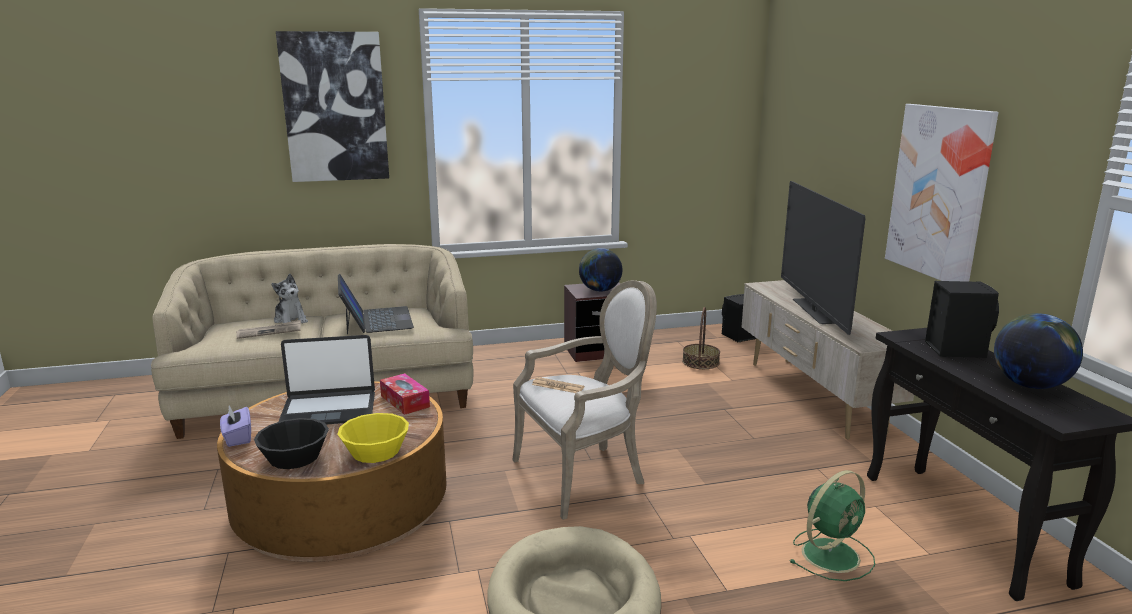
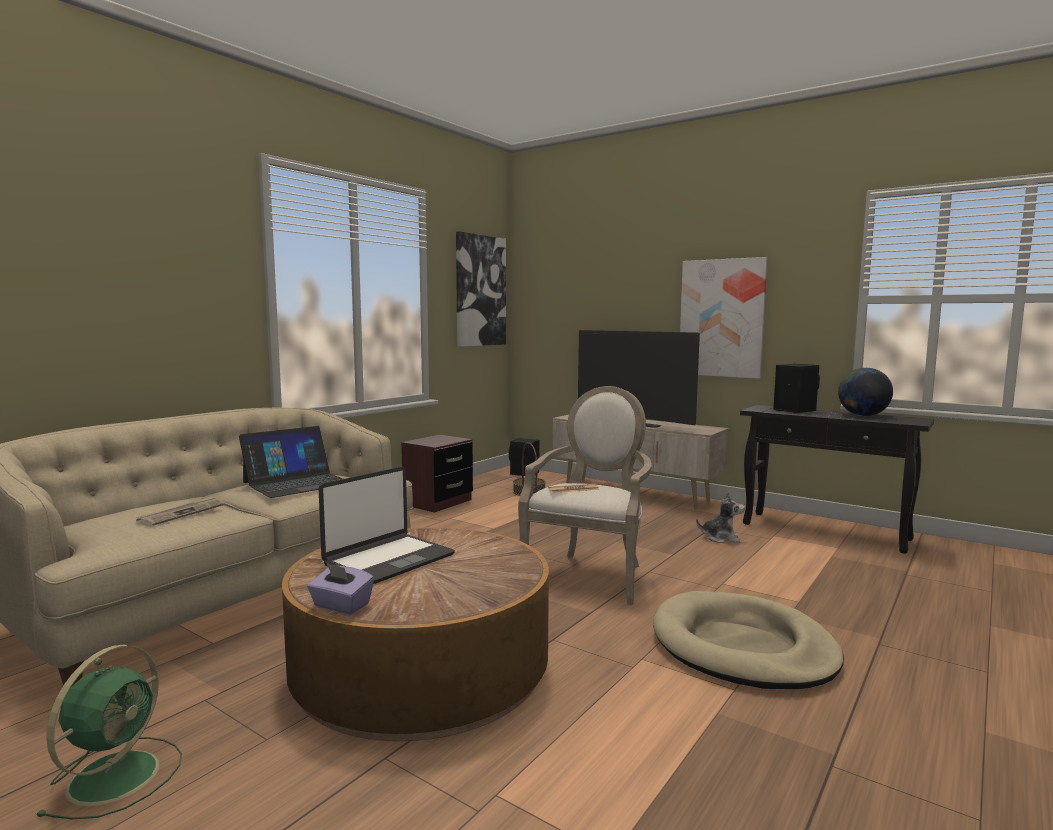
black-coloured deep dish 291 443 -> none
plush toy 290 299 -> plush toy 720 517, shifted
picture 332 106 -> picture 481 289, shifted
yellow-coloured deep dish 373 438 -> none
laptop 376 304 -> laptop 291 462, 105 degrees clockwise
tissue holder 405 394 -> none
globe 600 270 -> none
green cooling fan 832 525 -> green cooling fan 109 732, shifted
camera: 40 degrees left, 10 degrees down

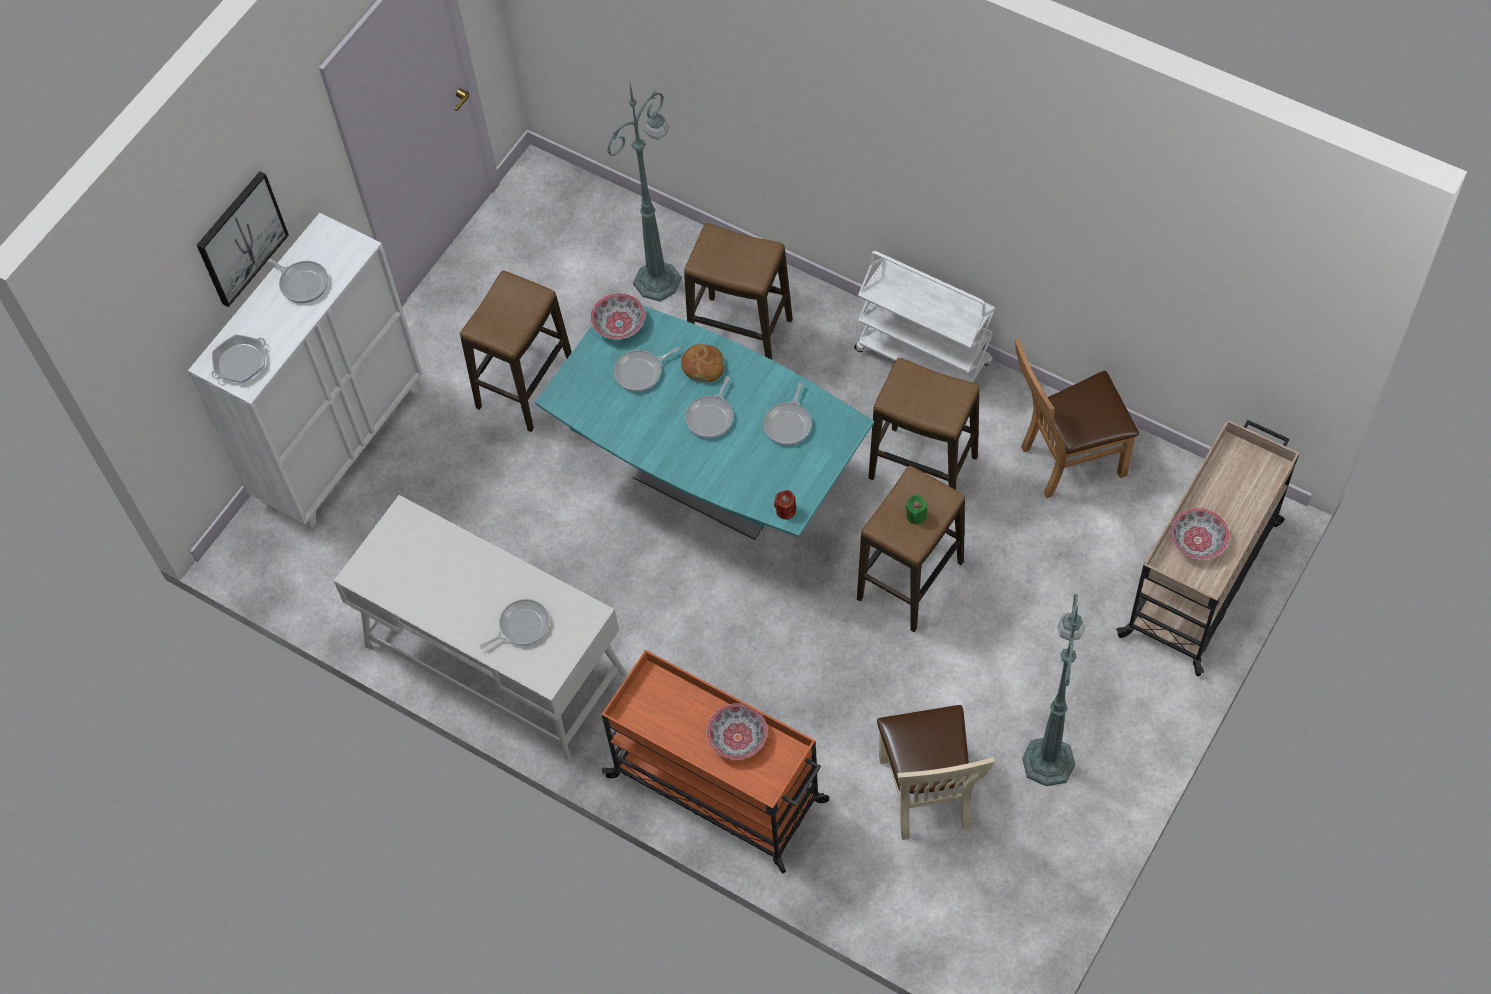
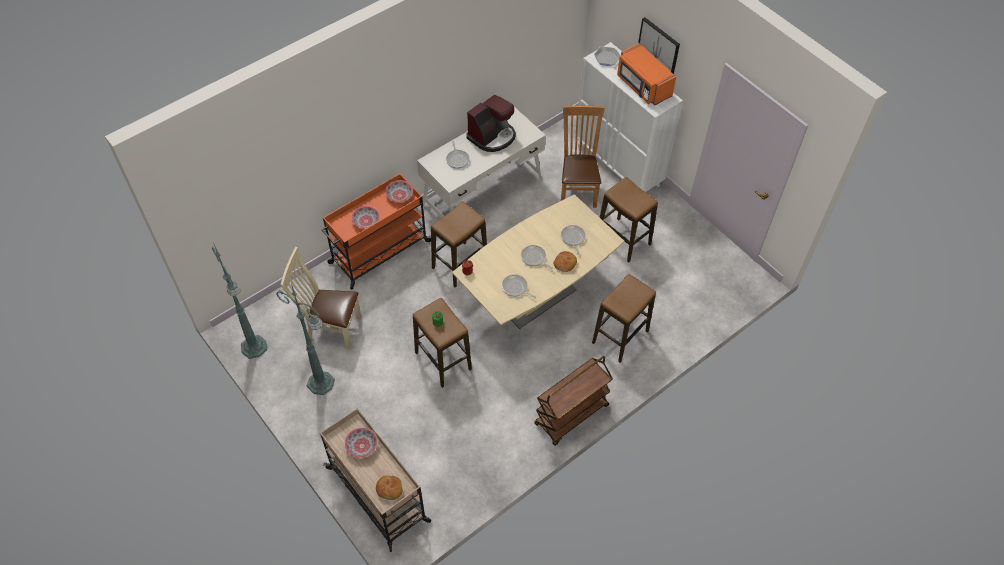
pan 298 280 -> orangey microwave oven 646 74
blue-green dining table 704 423 -> sand-coloured dining table 538 261
deep dish 617 316 -> deep dish 399 191, shifted
green standard lamp 644 193 -> green standard lamp 239 300, shifted
whitish trolley 925 317 -> brown trolley 573 401
sitting stool 923 424 -> sitting stool 459 244, shifted
brown chair 1077 418 -> brown chair 583 157, shifted
none -> baked bread 389 487
none -> coffee machine 491 123
camera: 105 degrees right, 5 degrees down

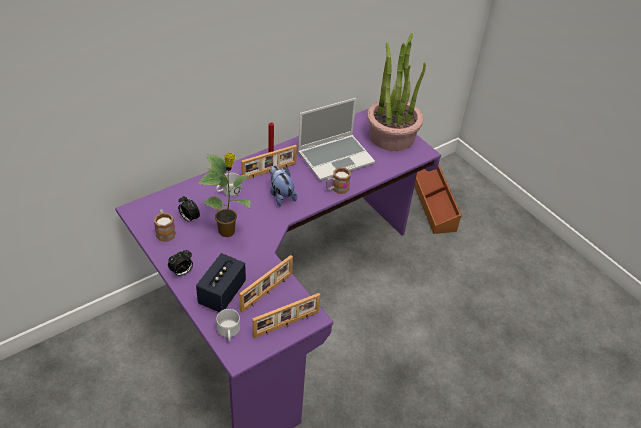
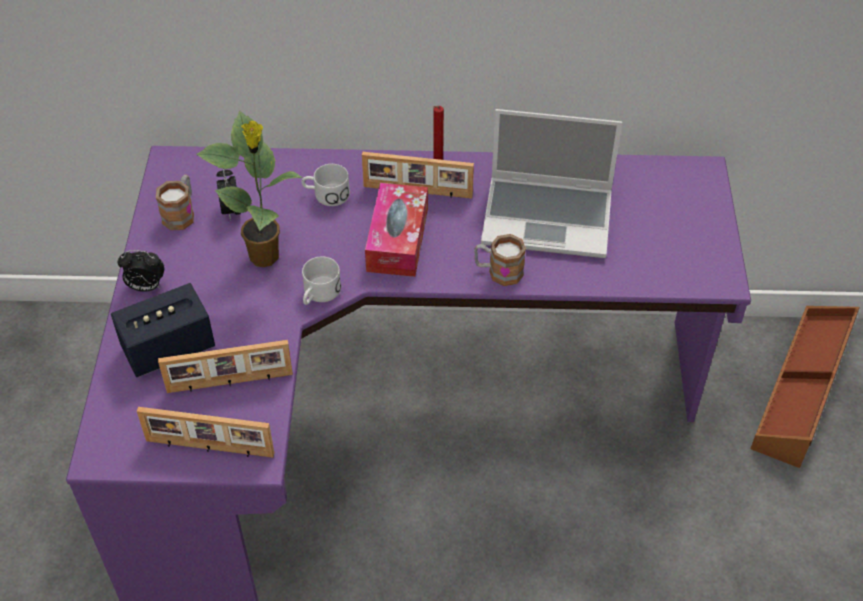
whitish tea mug 228 325 -> whitish tea mug 321 280, shifted
plush toy 283 186 -> tissue holder 396 230
houseplant 396 92 -> none
camera: 40 degrees right, 5 degrees up

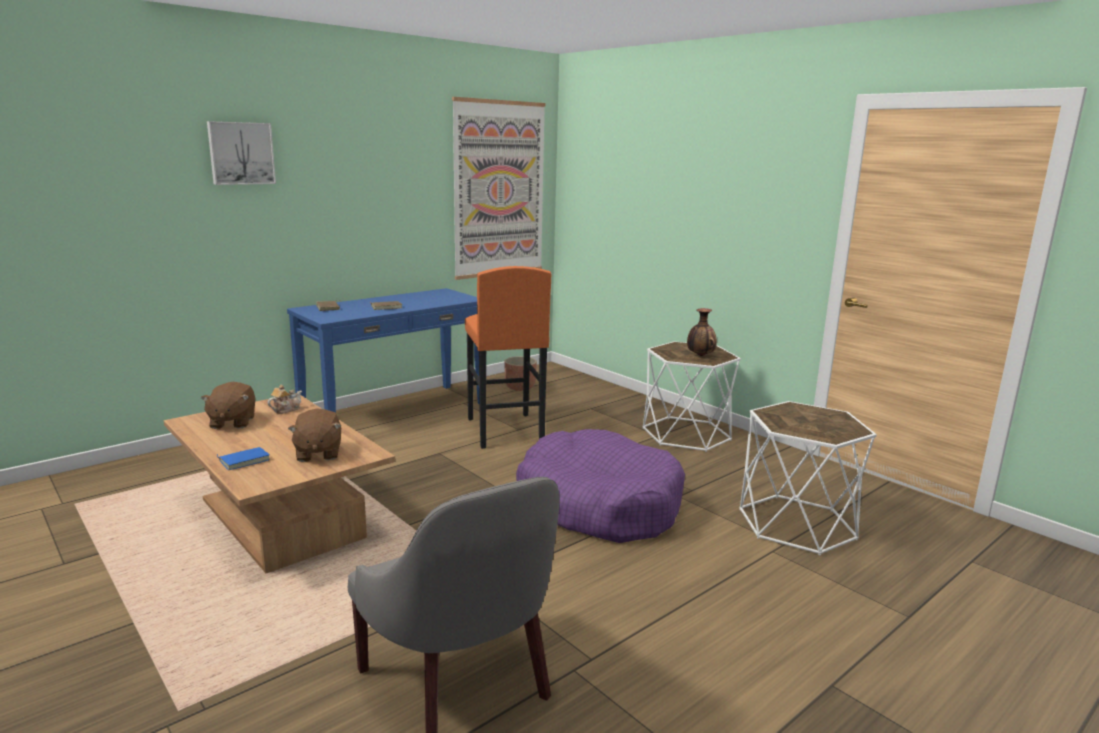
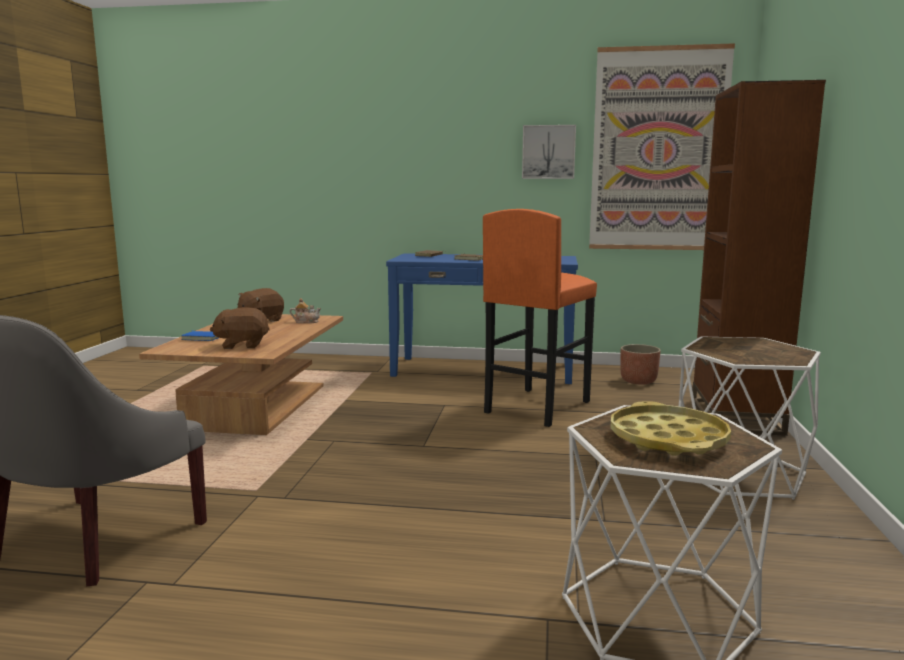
picture 241 153 -> picture 549 152, shifted
brown plush toy 315 435 -> brown plush toy 240 328, 45 degrees clockwise
purple pet bed 600 486 -> none
flower vase 702 332 -> none
none -> yellow-coloured carrying tray 670 428
none -> brown bookshelf 759 258
camera: 50 degrees right, 5 degrees down

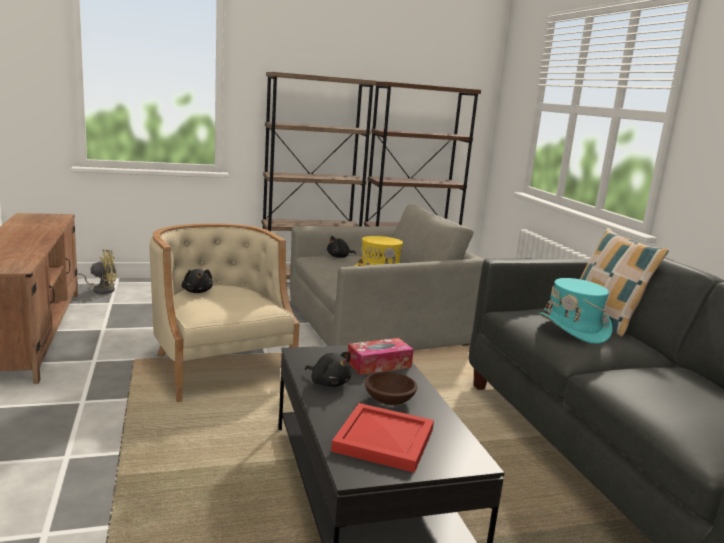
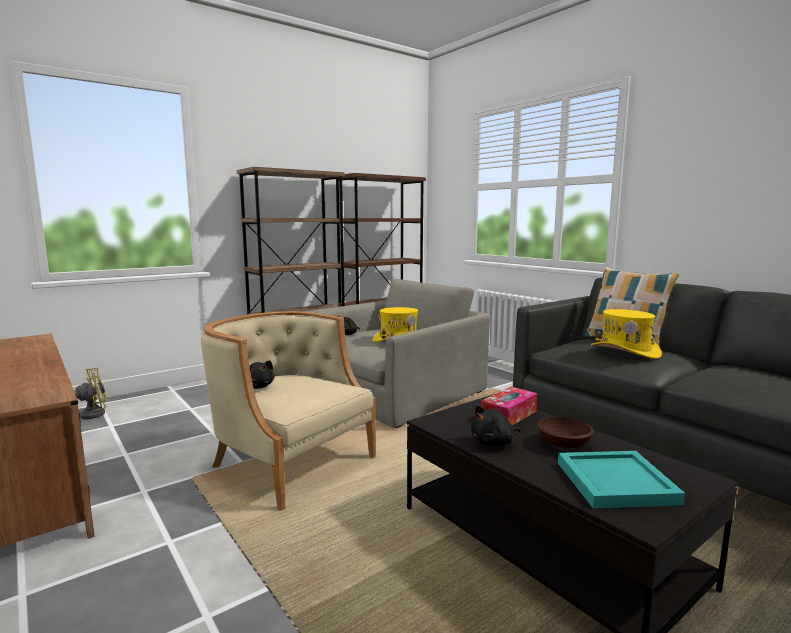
black-coloured plush toy 328 369 -> black-coloured plush toy 496 425, 135 degrees clockwise
red carrying tray 382 438 -> blue-green carrying tray 621 480
blue-green hat 576 311 -> yellow-coloured hat 626 334
camera: 20 degrees left, 5 degrees down

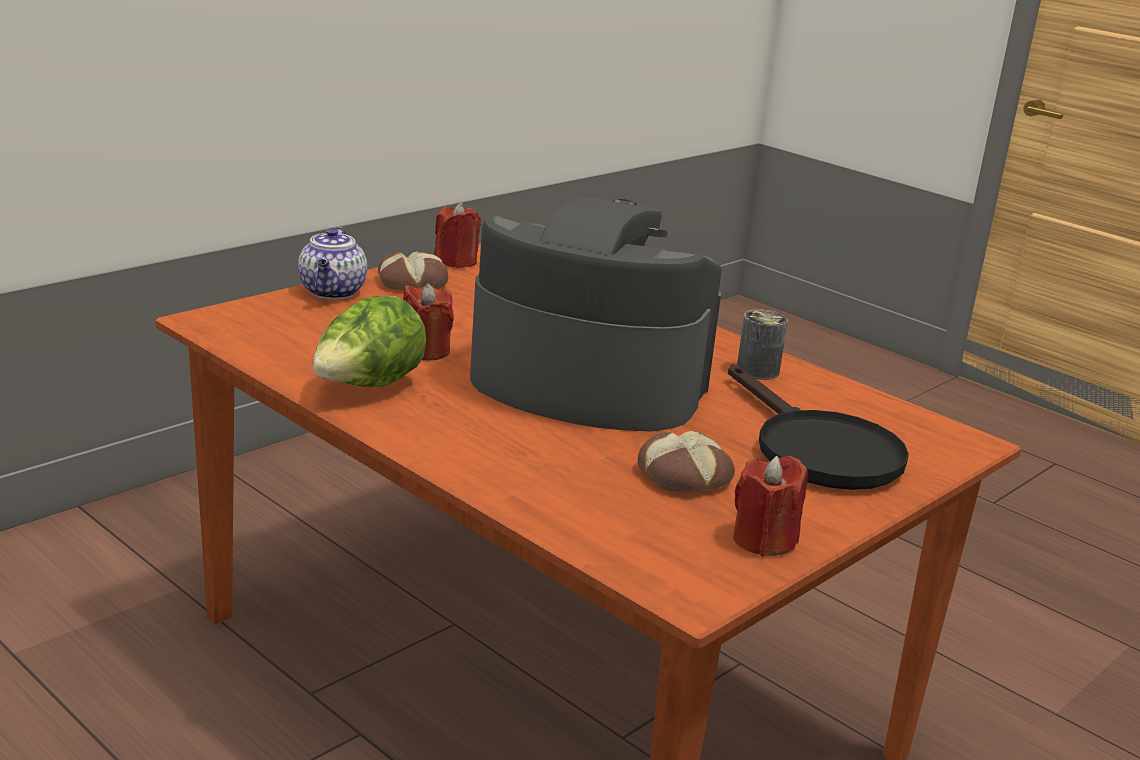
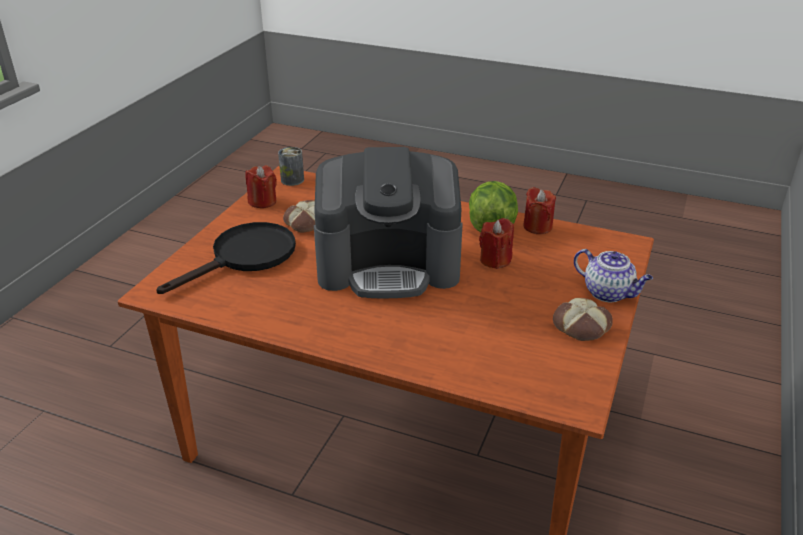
teapot 333 263 -> teapot 613 275, 150 degrees clockwise
red candle 457 235 -> red candle 539 210, shifted
black-coloured pan 818 427 -> black-coloured pan 226 258, 90 degrees clockwise
can 762 344 -> can 291 166, shifted
camera: 160 degrees right, 10 degrees up

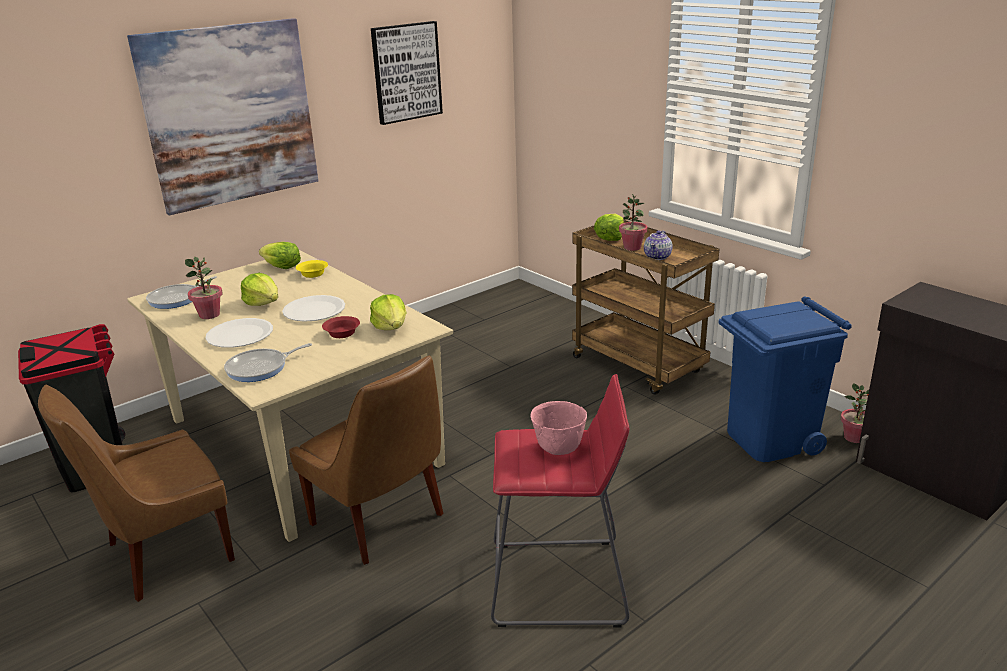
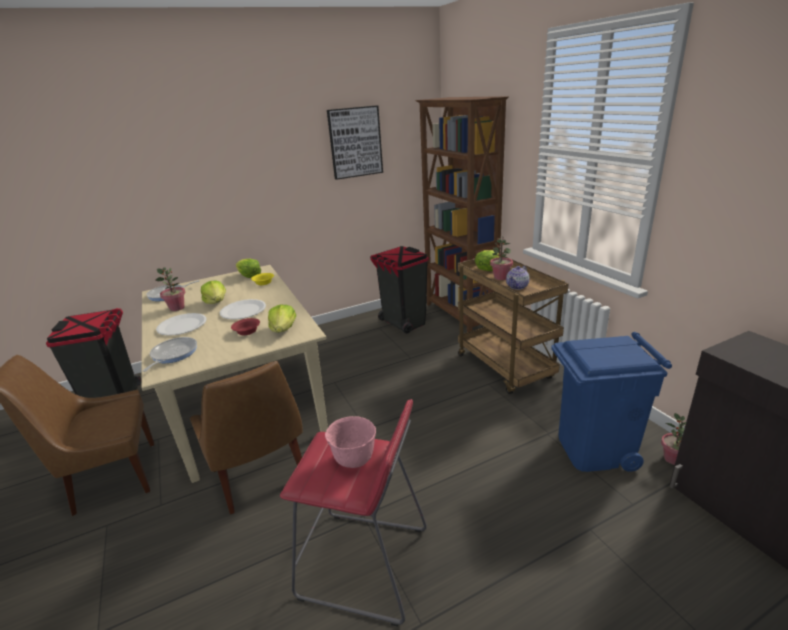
picture 222 116 -> none
pan 268 362 -> pan 170 354, 120 degrees clockwise
none -> black-coloured rubbish bin 399 290
none -> brown bookshelf 462 214
camera: 15 degrees right, 0 degrees up

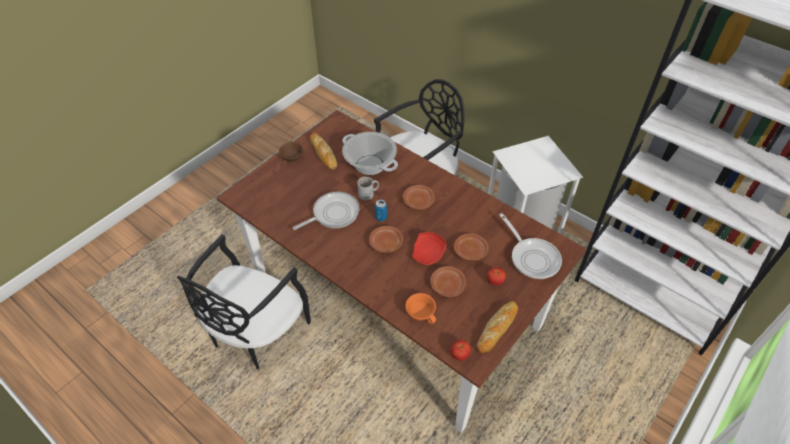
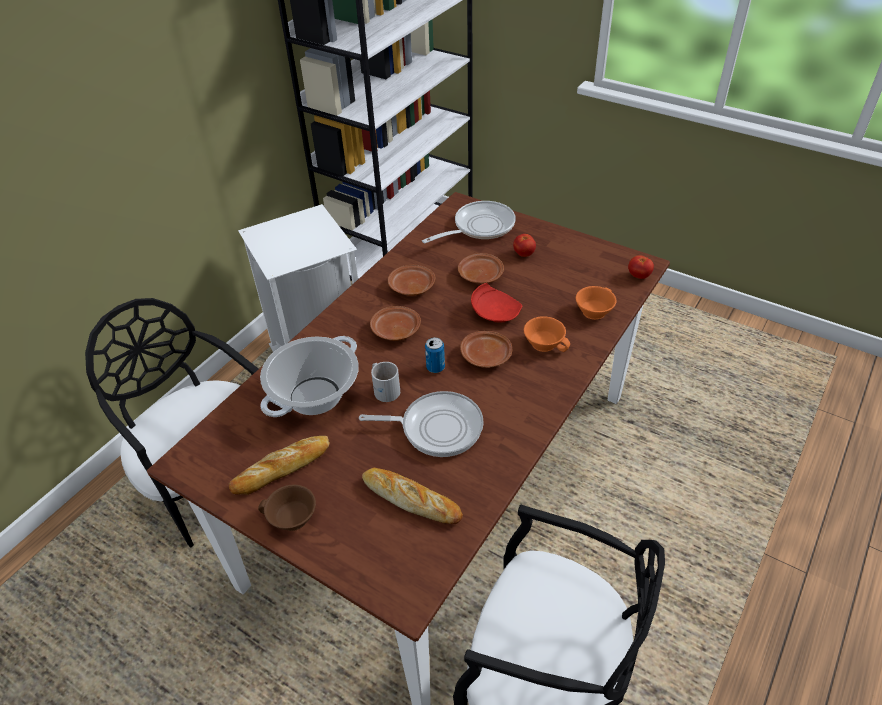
pan 326 211 -> pan 421 424, 135 degrees clockwise
brown dinner plate 448 281 -> brown dinner plate 411 280, shifted
baked bread 497 327 -> baked bread 412 496, shifted
none -> orangey cup 547 334
camera: 95 degrees left, 5 degrees down

